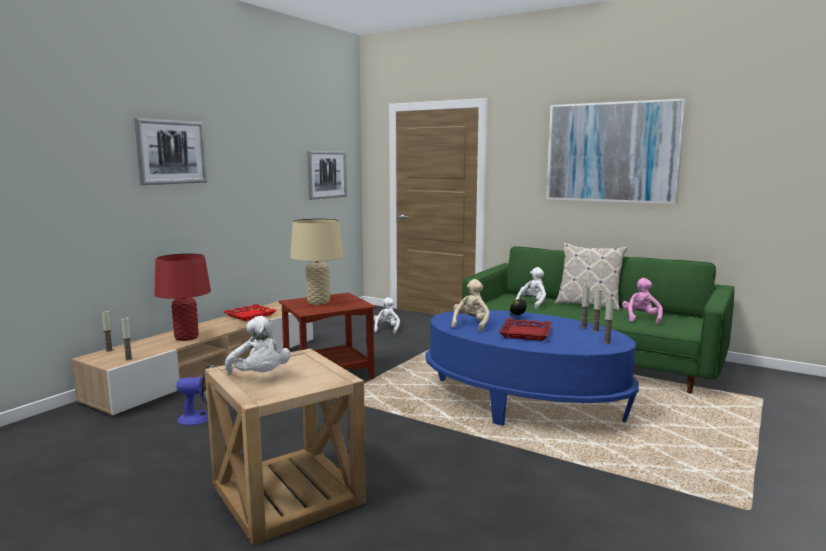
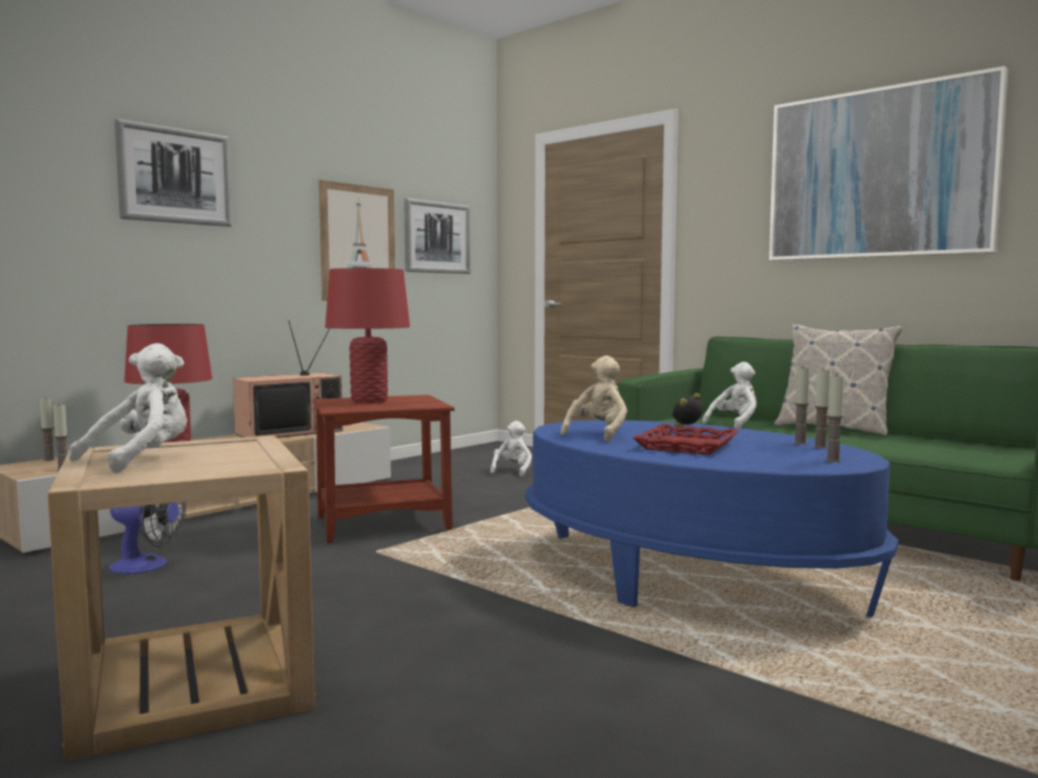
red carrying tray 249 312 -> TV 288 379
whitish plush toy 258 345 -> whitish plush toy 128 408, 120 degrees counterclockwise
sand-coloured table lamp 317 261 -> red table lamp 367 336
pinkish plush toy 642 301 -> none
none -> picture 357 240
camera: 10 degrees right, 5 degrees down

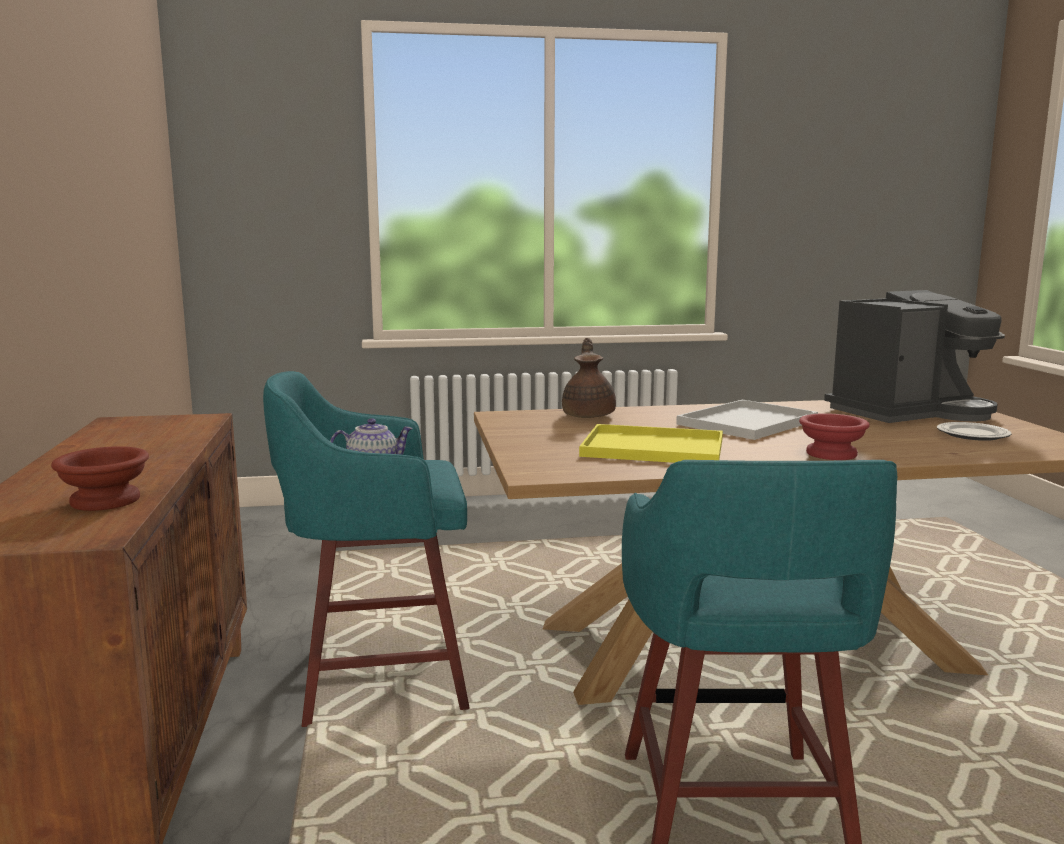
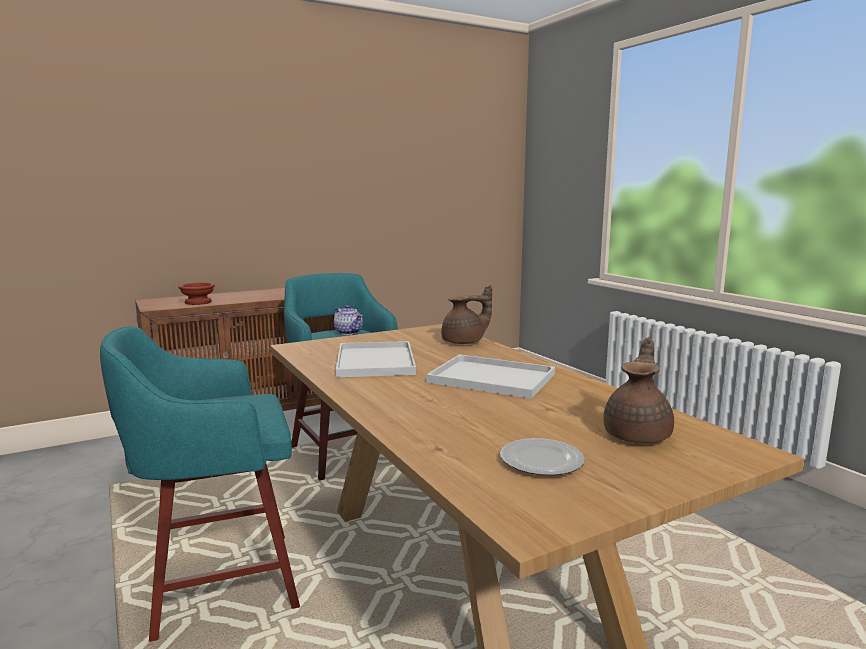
yellow-coloured carrying tray 651 443 -> whitish carrying tray 376 359
red deep dish 834 436 -> none
coffee machine 914 356 -> brown teapot 638 390
camera: 70 degrees right, 0 degrees up

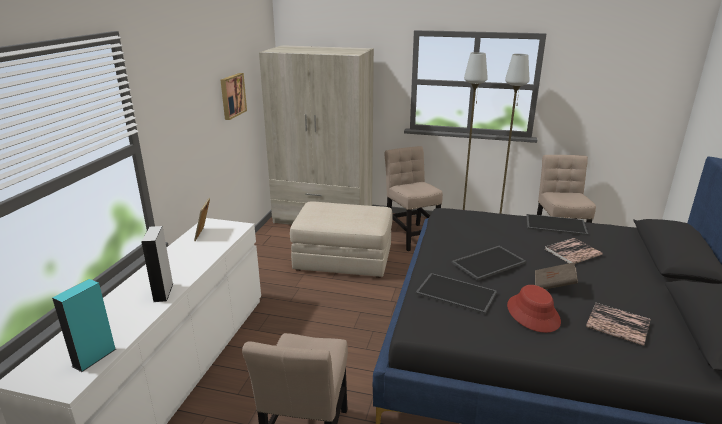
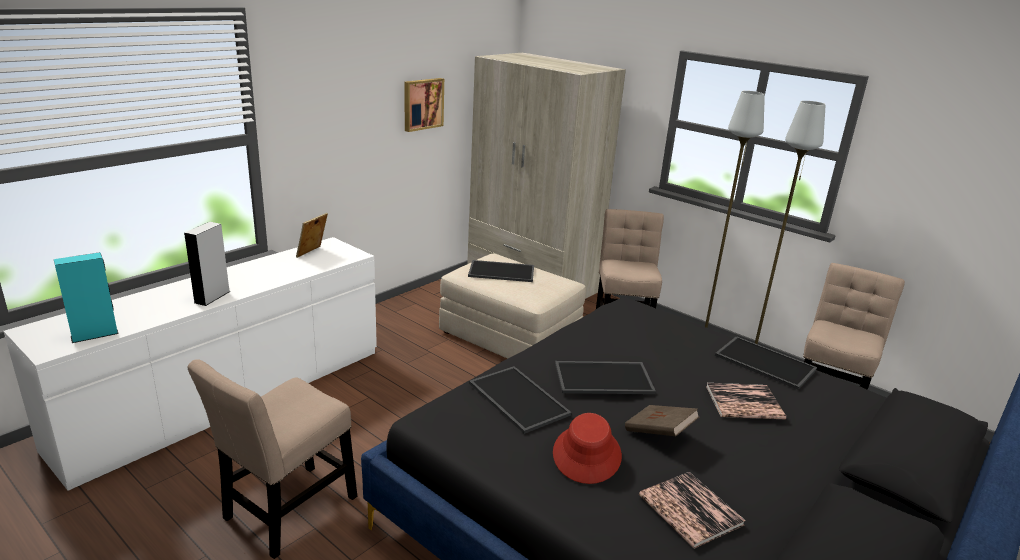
none -> carrying tray 501 271
camera: 25 degrees right, 0 degrees up

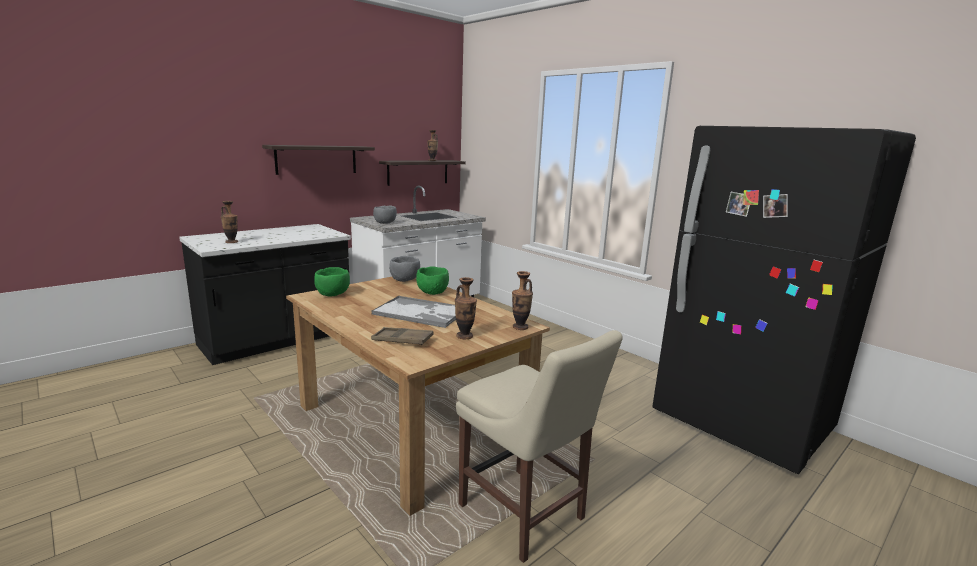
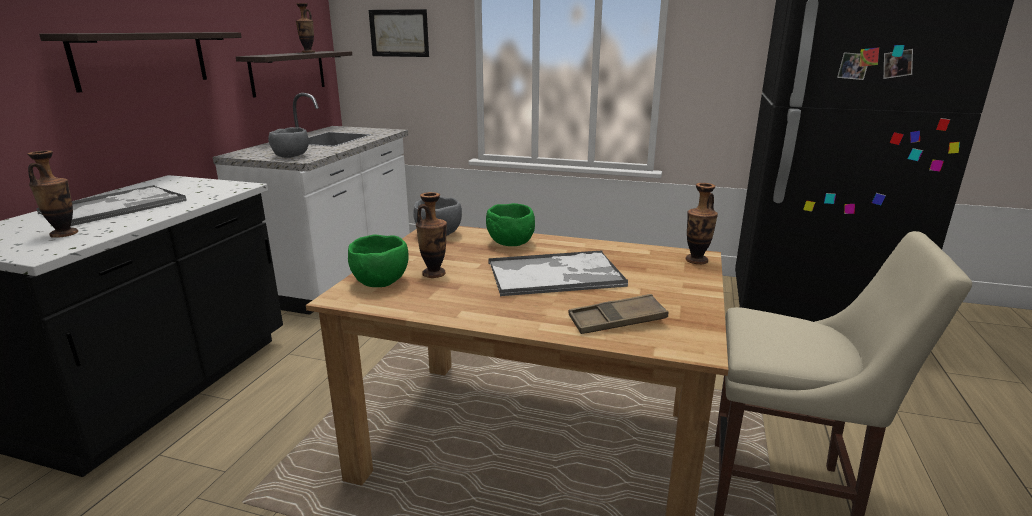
flower vase 466 308 -> flower vase 431 235, shifted
none -> carrying tray 111 205
none -> picture 399 33
camera: 30 degrees left, 5 degrees up

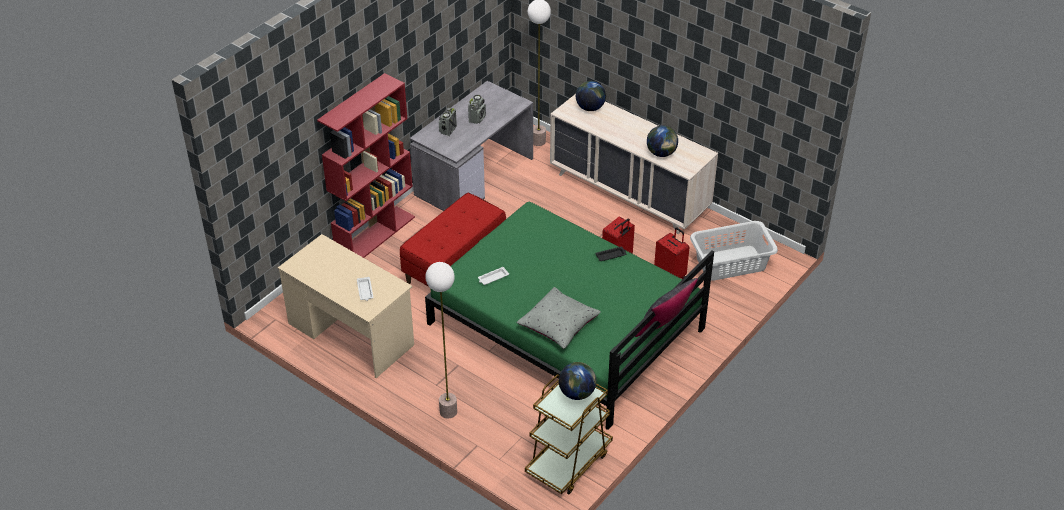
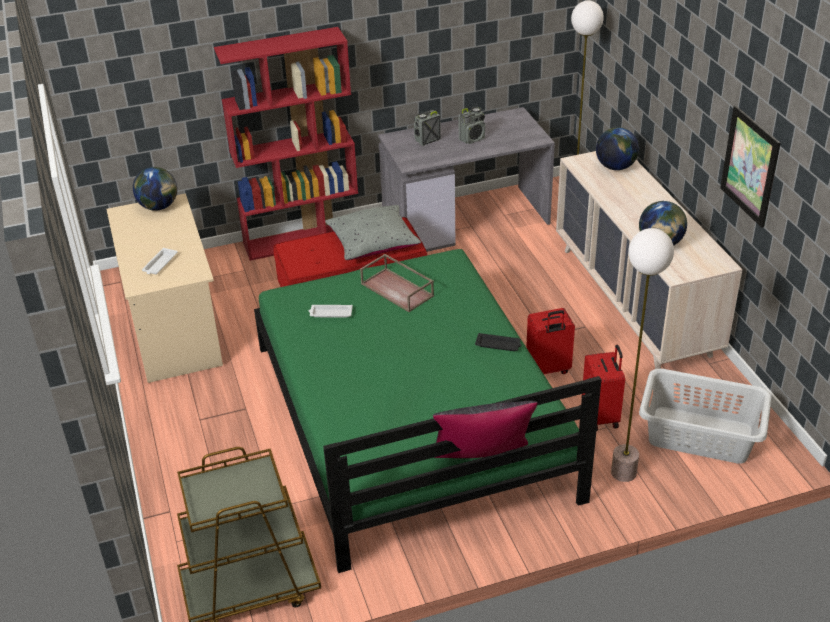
standard lamp 441 340 -> standard lamp 642 355, shifted
gray pillow 559 318 -> gray pillow 373 232, shifted
globe 577 381 -> globe 155 189, shifted
none -> brown carrying tray 397 283
none -> picture 750 167
camera: 35 degrees right, 5 degrees down

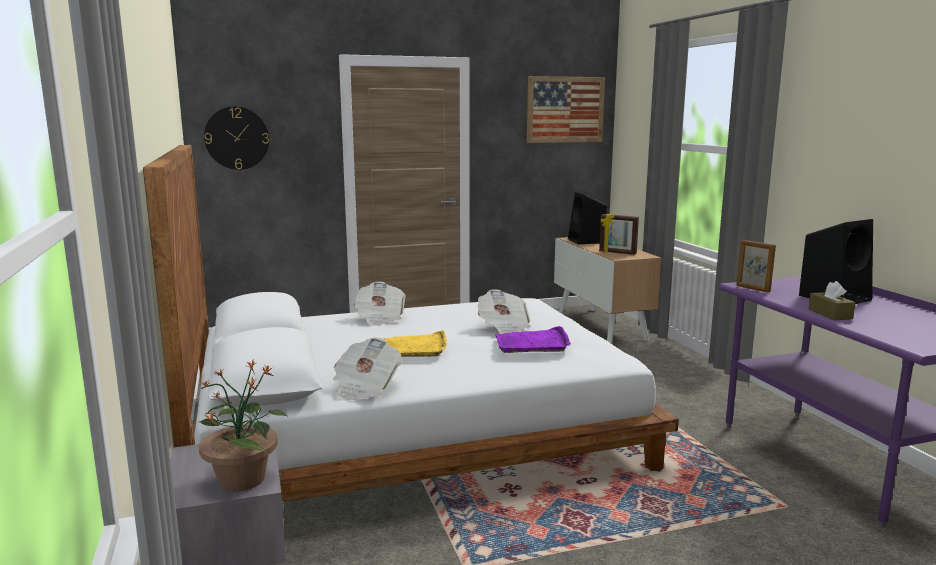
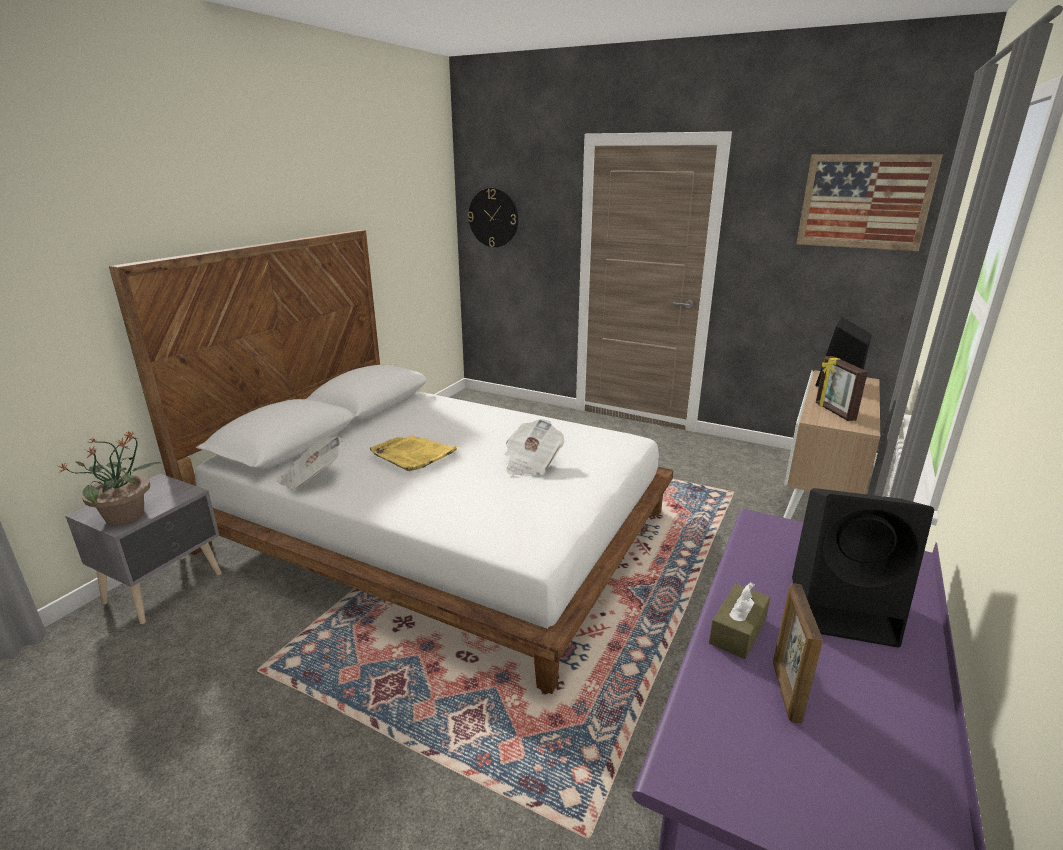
printed paper 380 304 -> none
purple carrying tray 533 339 -> none
photo frame 756 266 -> photo frame 798 653, shifted
camera: 45 degrees right, 10 degrees up

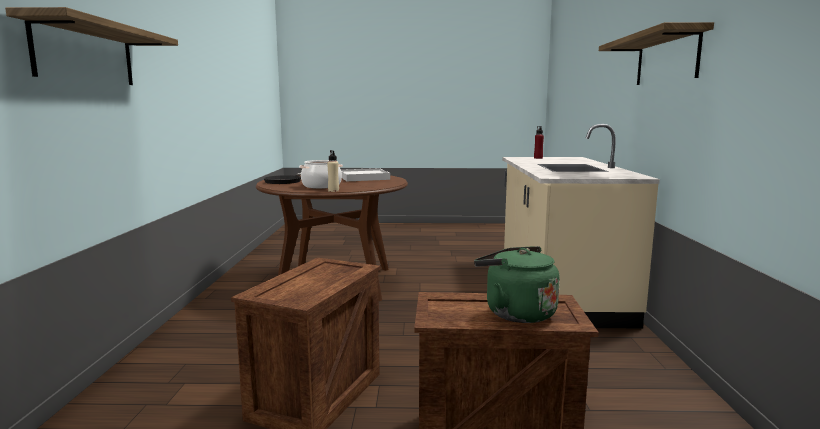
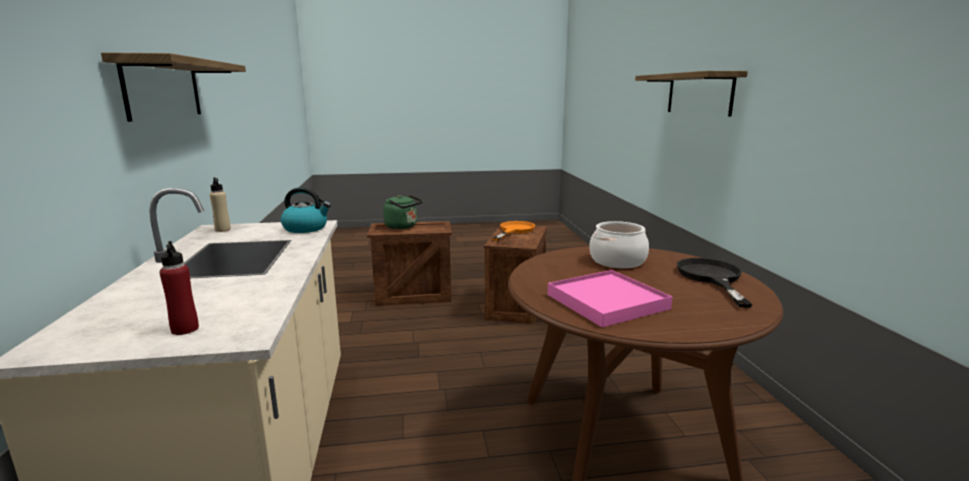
sand-coloured beverage bottle 333 171 -> sand-coloured beverage bottle 220 204, shifted
whitish carrying tray 365 174 -> pinkish carrying tray 610 298
none -> water kettle 306 210
none -> orangey pan 513 231
camera: 170 degrees right, 5 degrees up

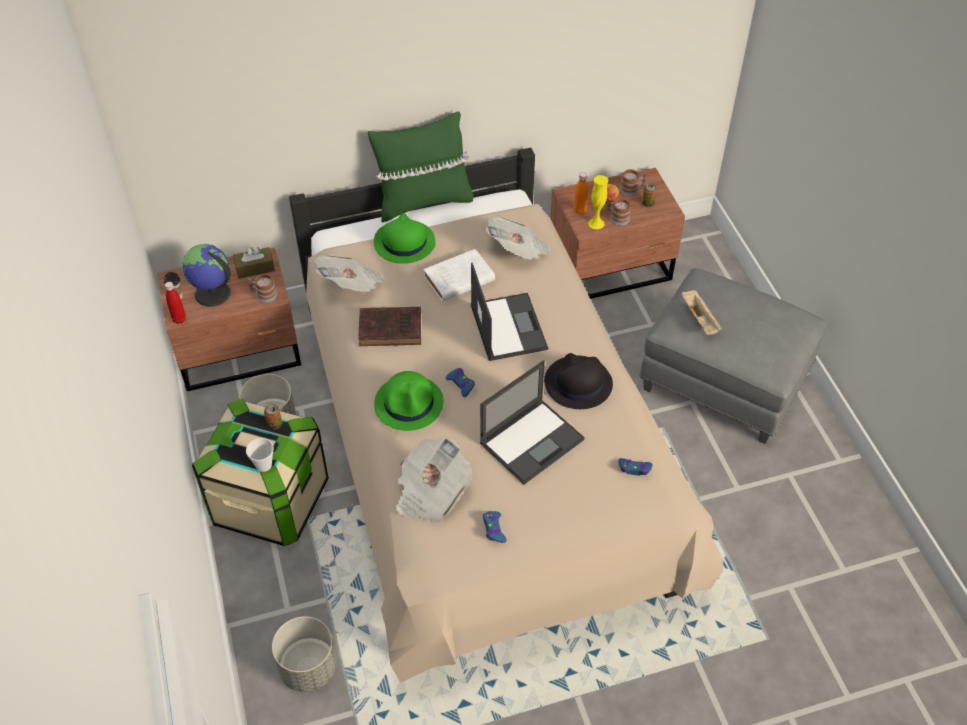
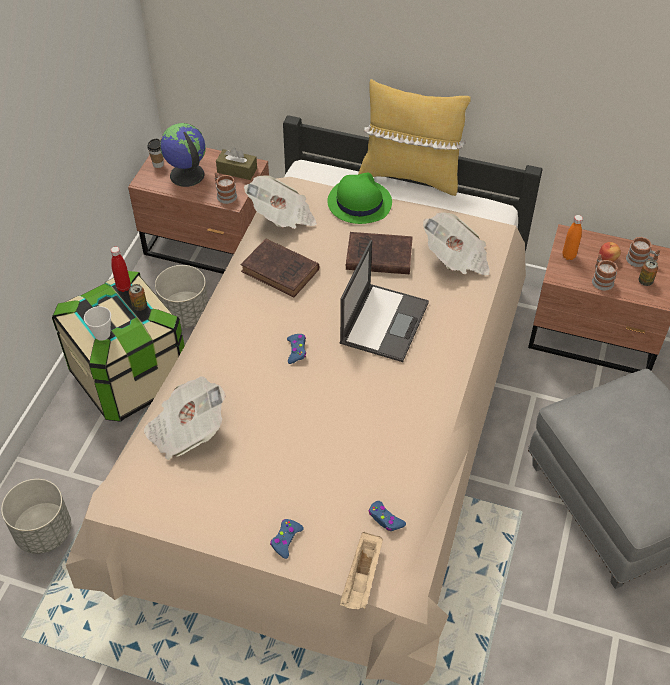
red beverage bottle 175 303 -> red beverage bottle 121 269, shifted
green pillow 420 166 -> yellow-coloured pillow 414 137
green hat 409 401 -> none
whitish book 459 275 -> brown book 379 253
laptop 532 422 -> none
blue game controller 495 527 -> blue game controller 287 539, shifted
black-coloured hat 578 381 -> none
yellow-coloured flower vase 598 202 -> none
sand-coloured carrying tray 702 312 -> sand-coloured carrying tray 361 570, shifted
camera: 35 degrees right, 0 degrees up

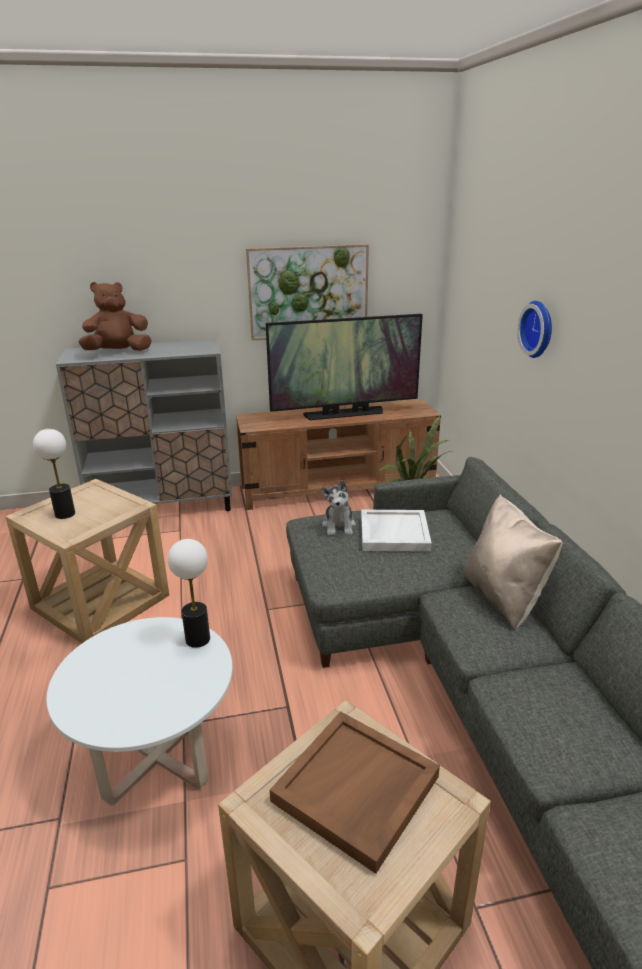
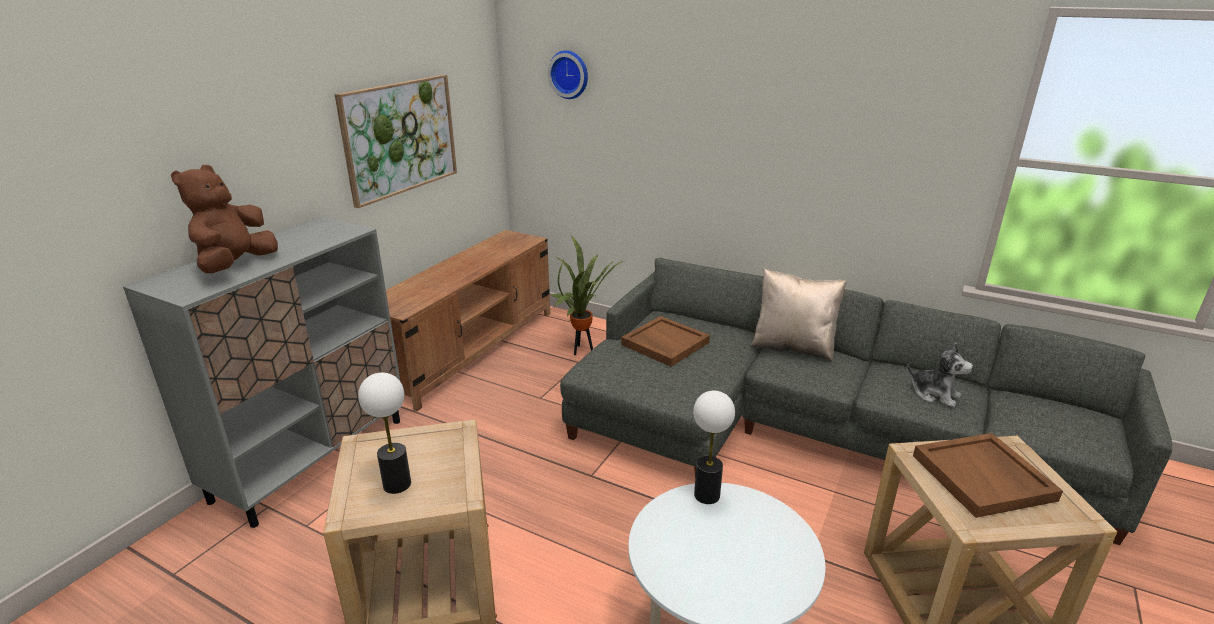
TV 344 367 -> none
plush toy 338 507 -> plush toy 940 375, shifted
whitish carrying tray 396 531 -> brown carrying tray 665 341
clock on the wall 534 329 -> clock on the wall 568 74, shifted
camera: 50 degrees left, 0 degrees up

